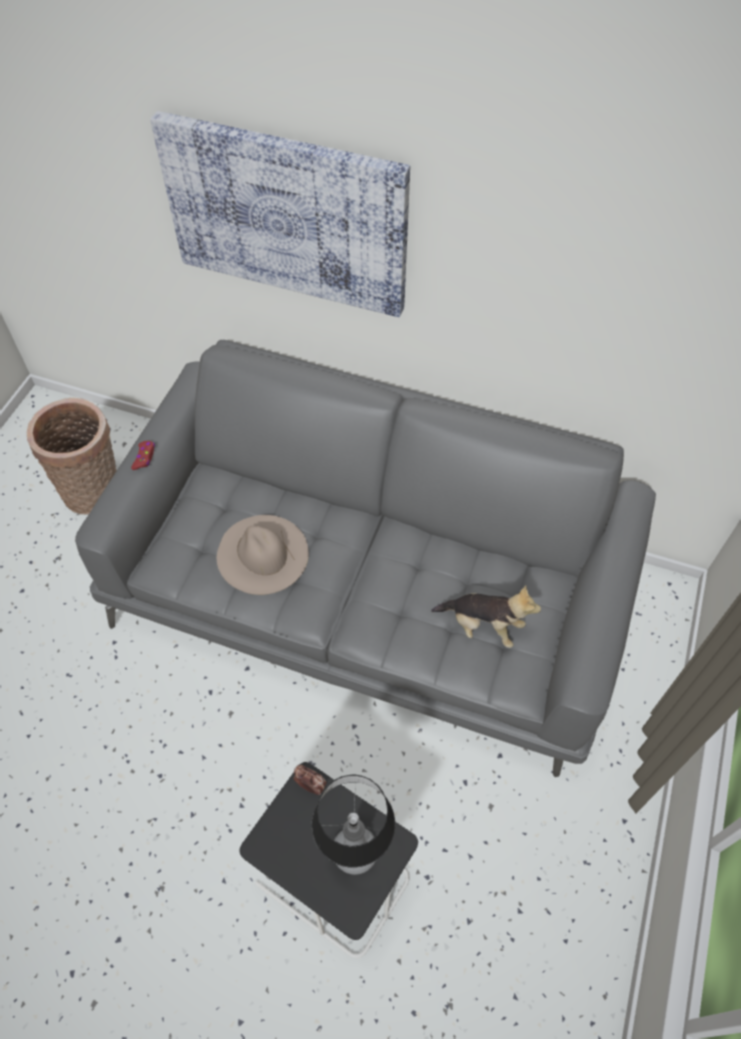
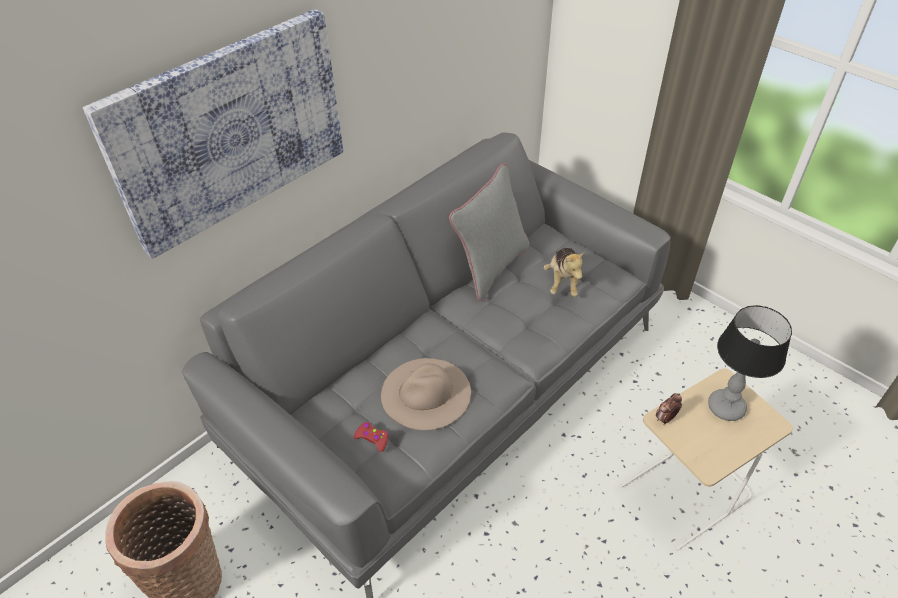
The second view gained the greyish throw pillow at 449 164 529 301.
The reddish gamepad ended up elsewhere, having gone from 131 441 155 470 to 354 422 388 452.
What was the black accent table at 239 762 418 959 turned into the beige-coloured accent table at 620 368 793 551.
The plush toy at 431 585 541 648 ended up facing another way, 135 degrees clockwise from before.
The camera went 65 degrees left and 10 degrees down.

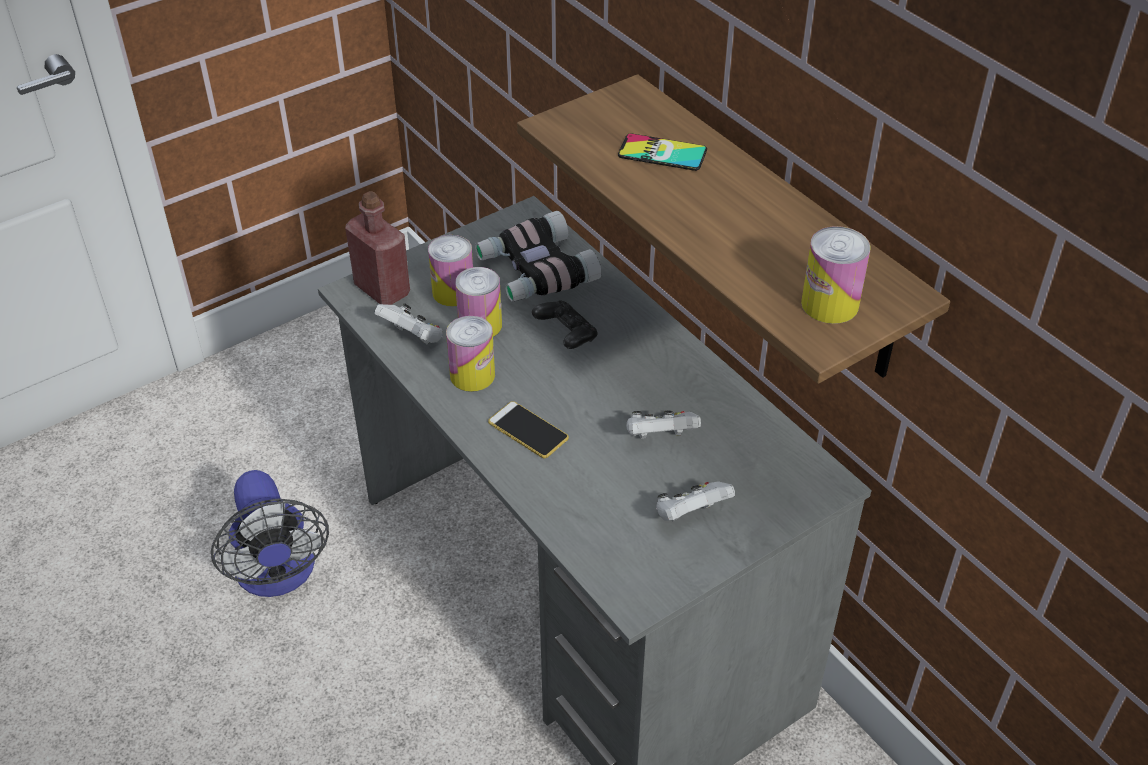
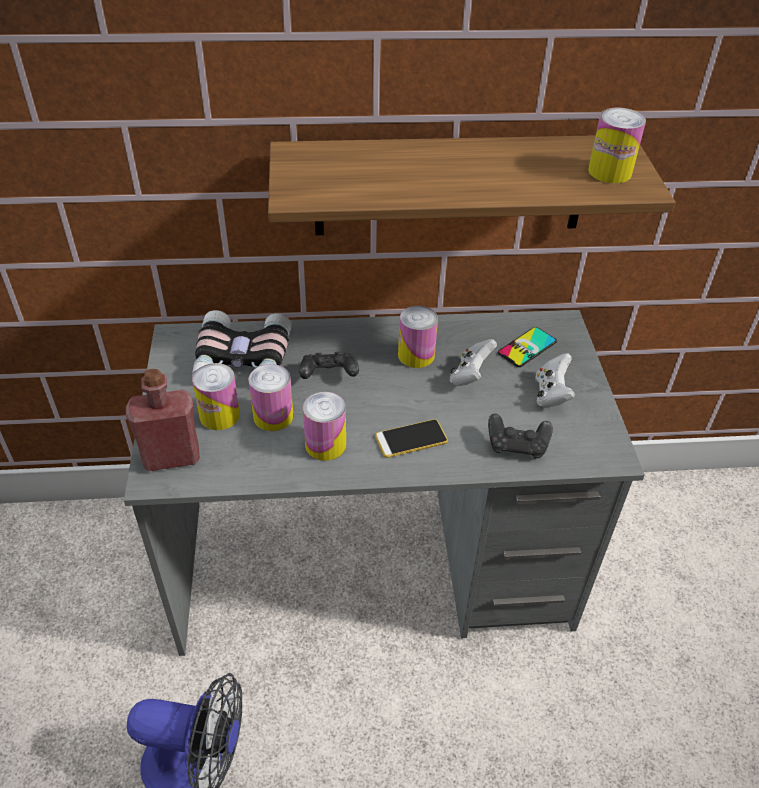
The second view lost the white-coloured gamepad at 375 304 443 344.
The second view gained the sealed can at 398 306 438 368.
The second view gained the black gamepad at 488 413 553 458.
The phone ended up elsewhere, having gone from 618 133 707 171 to 498 327 557 367.
The camera went 60 degrees left and 0 degrees up.

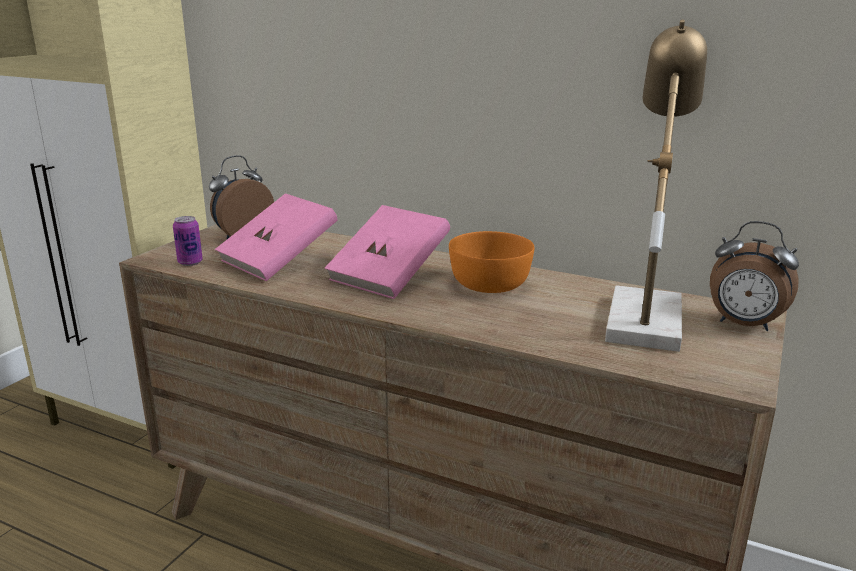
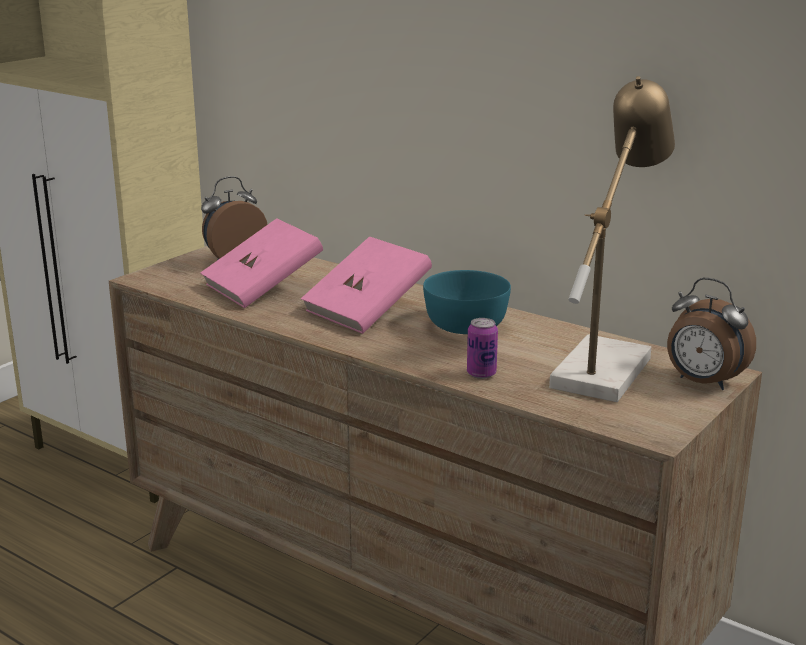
The sealed can ended up elsewhere, having gone from 173 216 203 266 to 467 318 498 379.
What was the orange serving bowl at 449 231 535 293 turned into the turquoise-coloured serving bowl at 423 270 511 334.
The camera went 10 degrees right and 0 degrees up.

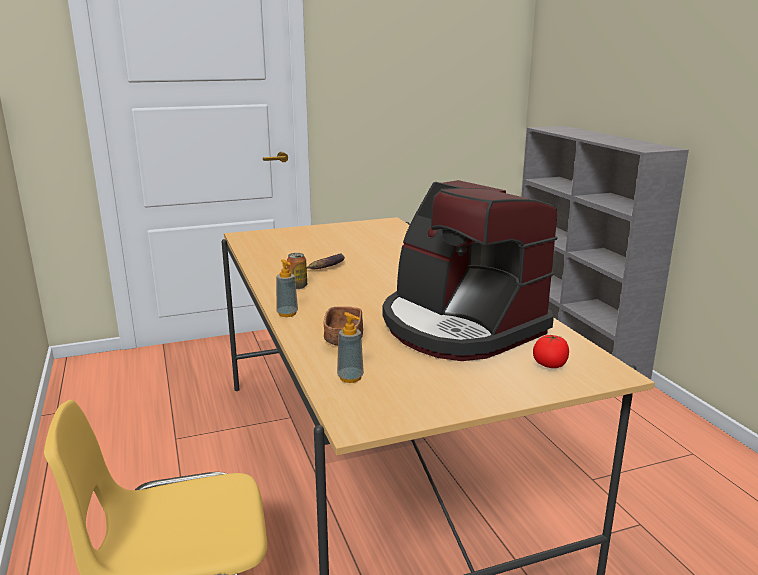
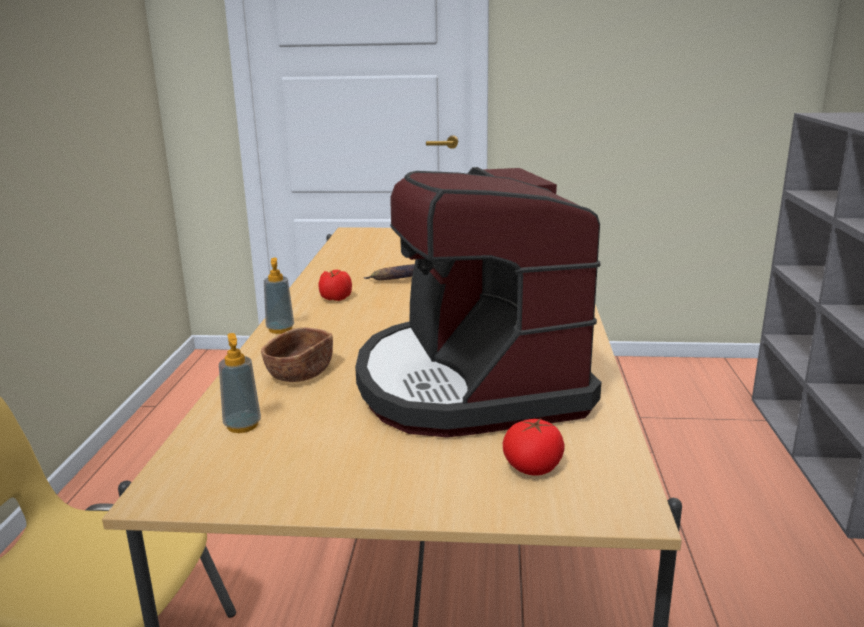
Where the sealed can stood at 287 253 307 289, the tomato came to stand at 319 270 352 301.
The camera went 25 degrees right and 0 degrees up.

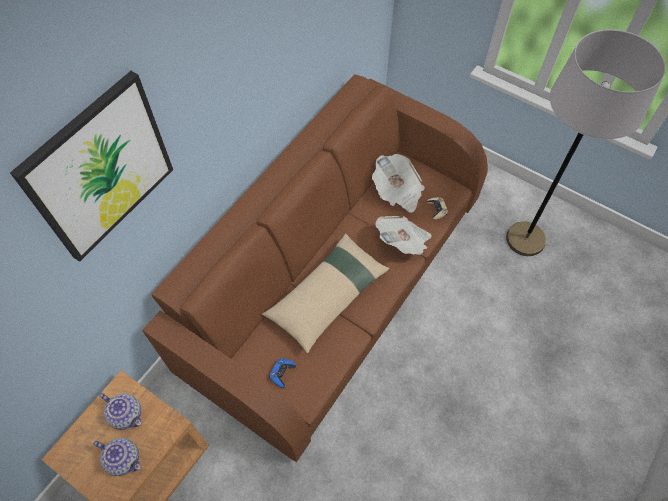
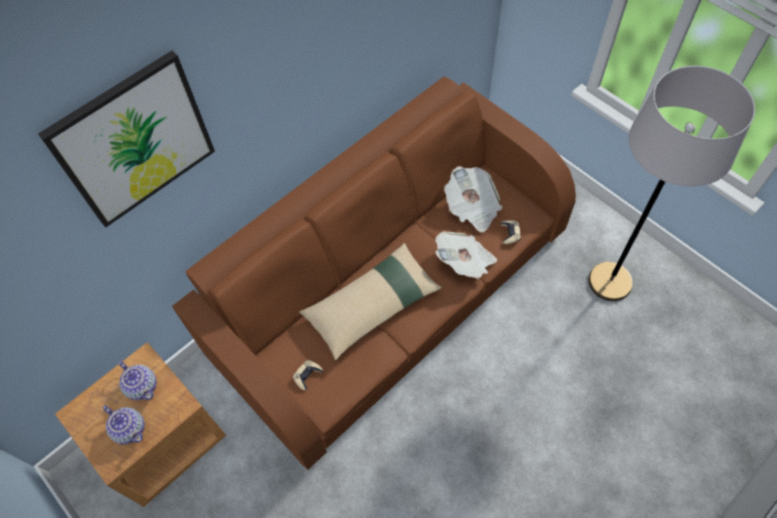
What was the bluish gamepad at 269 358 296 388 turned into the beige-coloured gamepad at 293 360 323 391.
The camera went 15 degrees right and 0 degrees up.

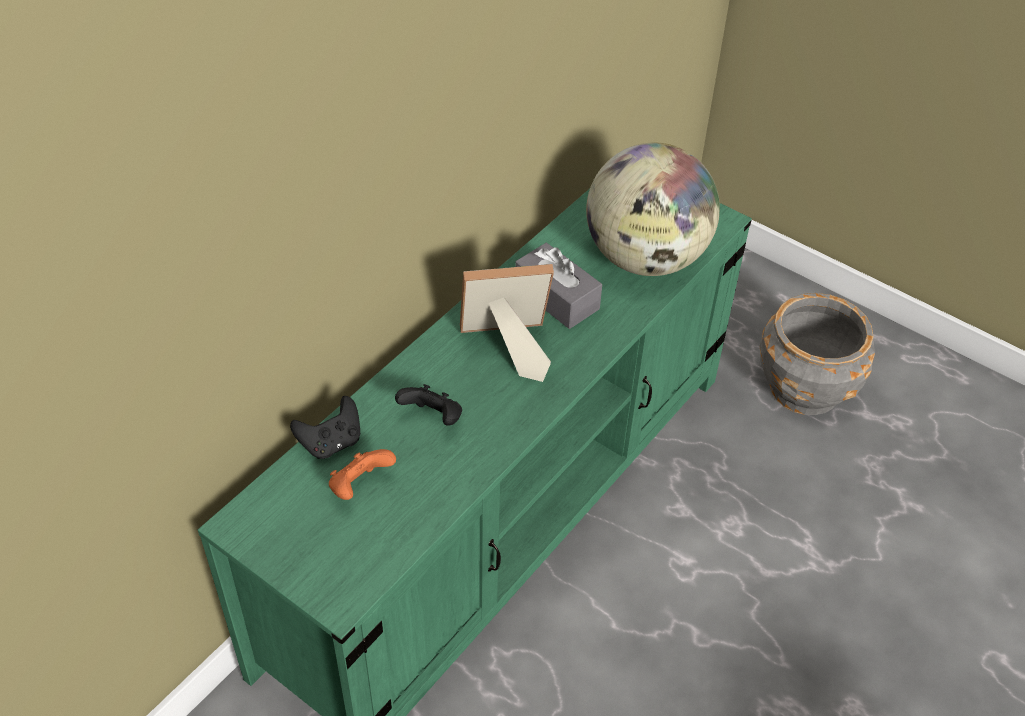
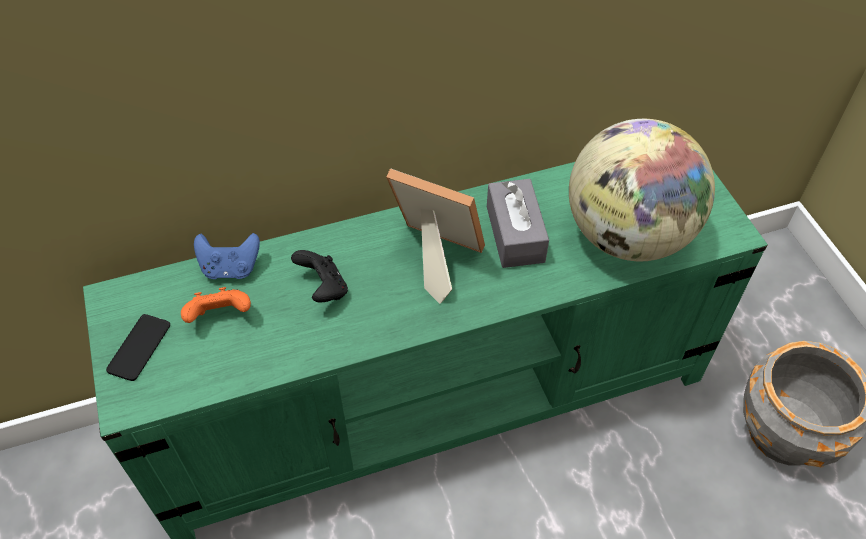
The second view gained the phone at 106 314 170 381.
What was the black gamepad at 290 396 360 459 turned into the bluish gamepad at 194 233 260 279.
The camera went 35 degrees right and 5 degrees up.

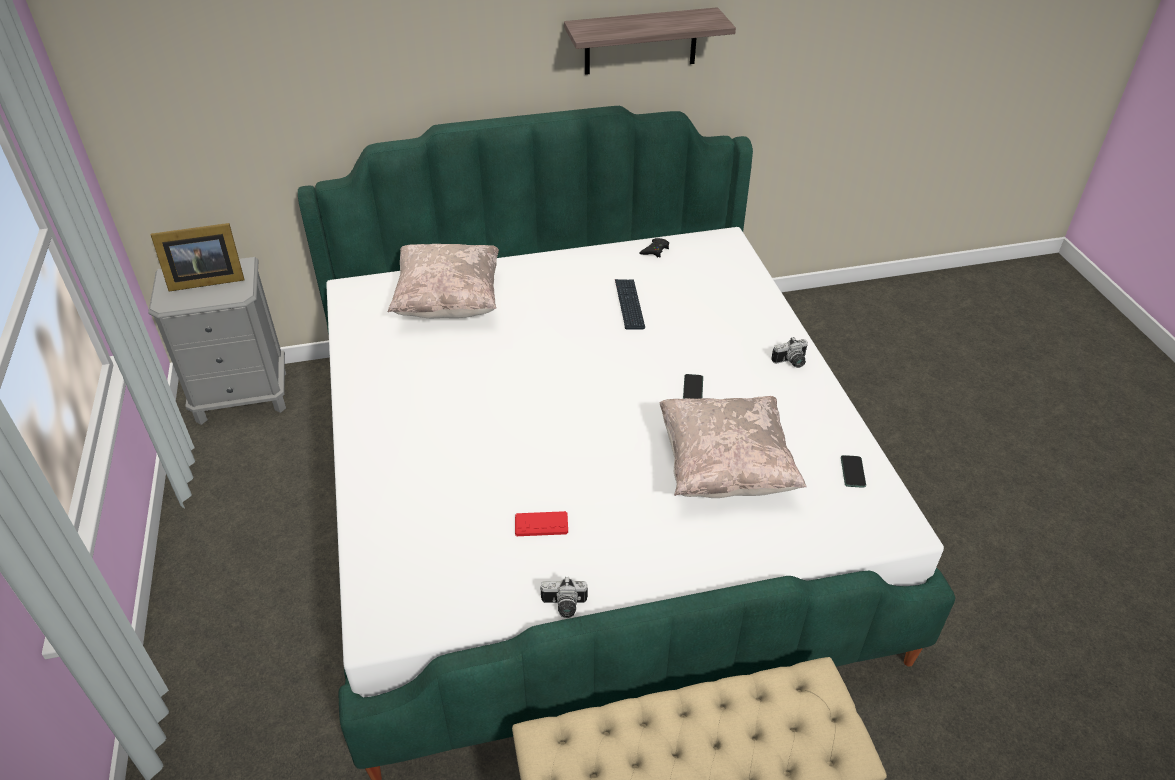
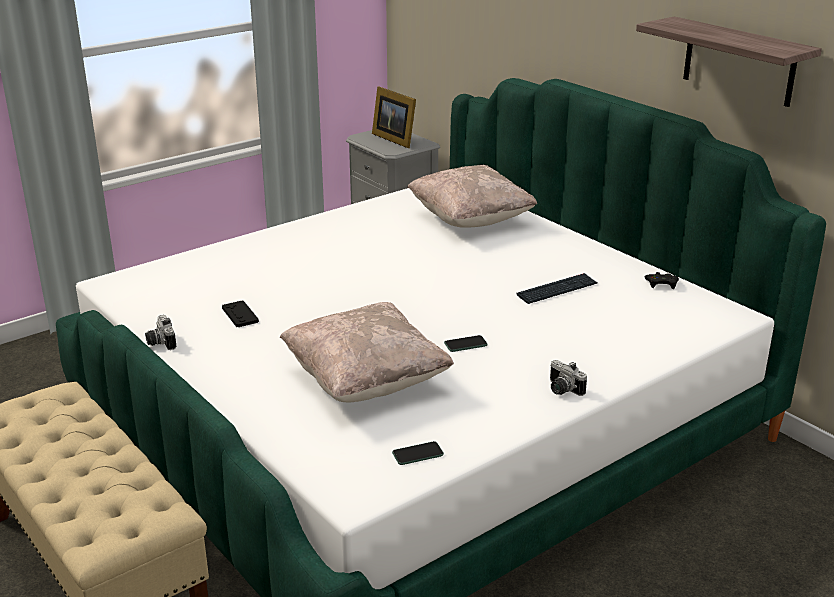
What was the reddish gamepad at 515 511 568 536 turned into the black gamepad at 222 301 259 327.
The camera went 65 degrees right and 15 degrees down.

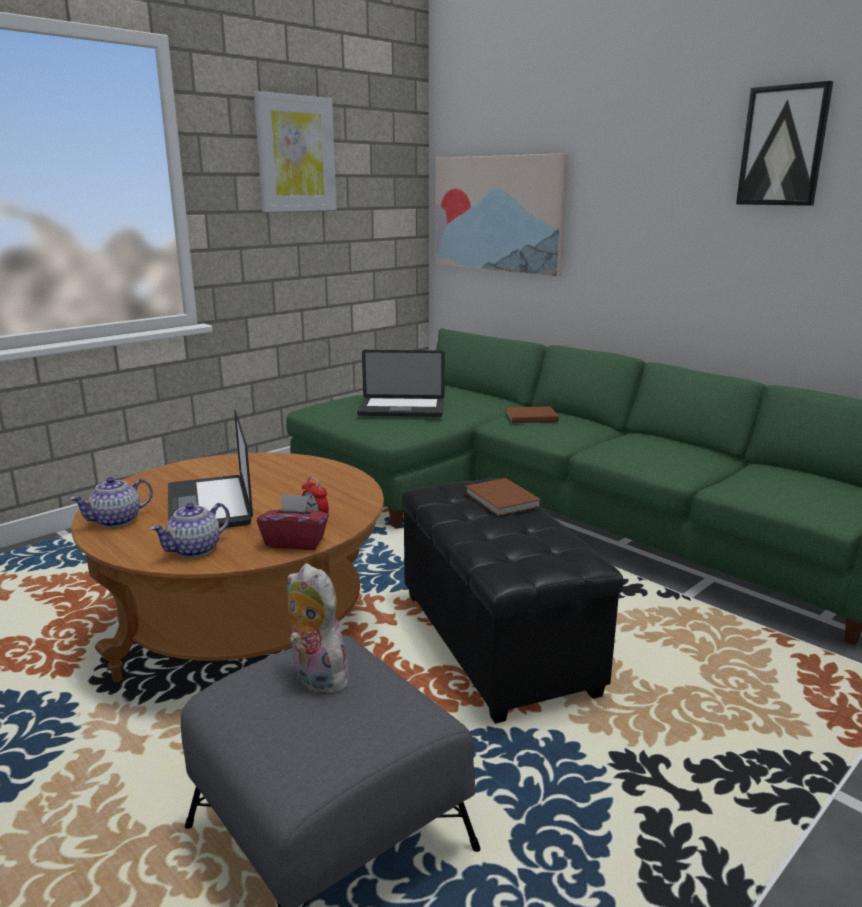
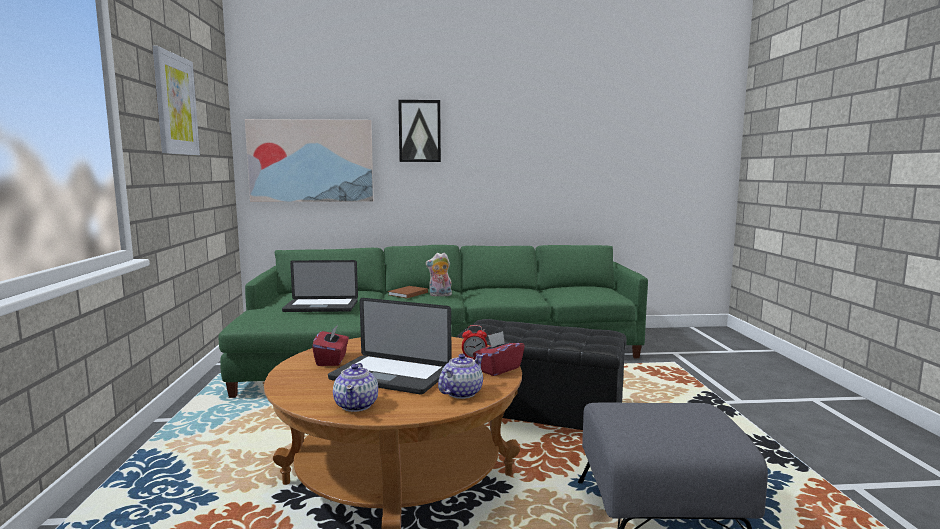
The second view lost the brownish book at 465 478 541 516.
The second view gained the reddish box of tissues at 312 325 349 366.
The plush toy ended up elsewhere, having gone from 287 564 355 695 to 425 253 452 296.
The wall picture ended up elsewhere, having gone from 736 81 833 206 to 398 100 441 162.
The pot for tea at 150 503 230 558 ended up facing another way, 135 degrees counterclockwise from before.
The portable computer at 357 350 445 417 ended up facing another way, 45 degrees clockwise from before.
The camera went 50 degrees left and 10 degrees down.

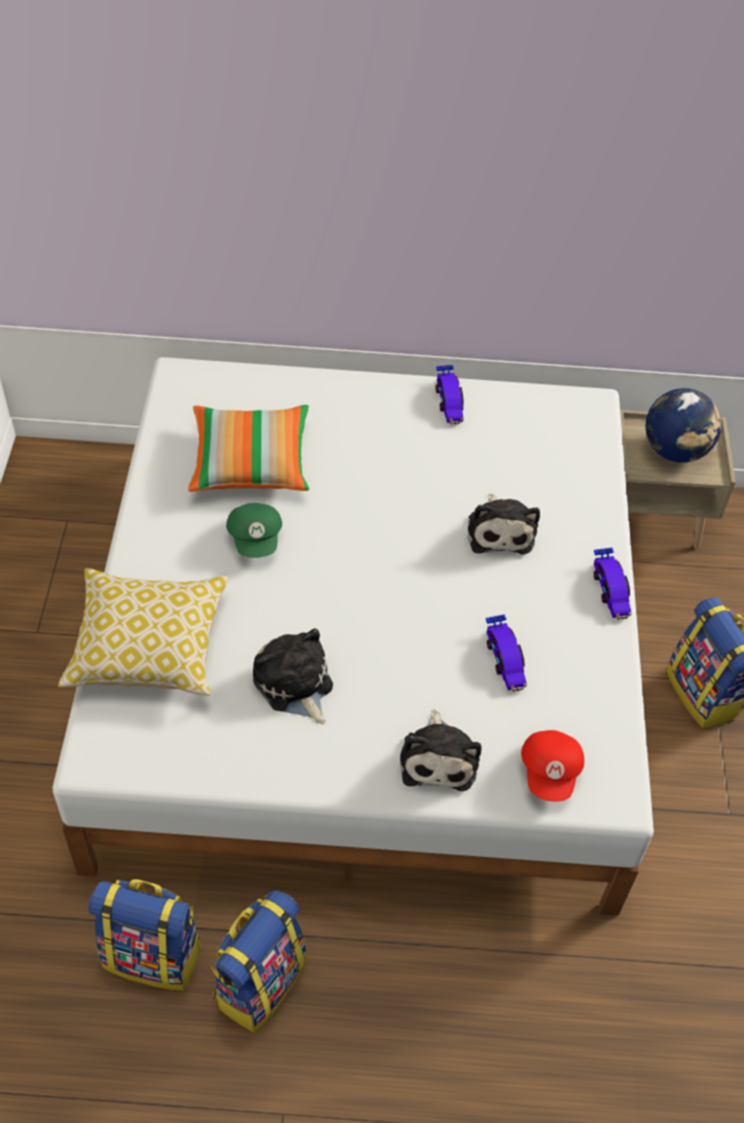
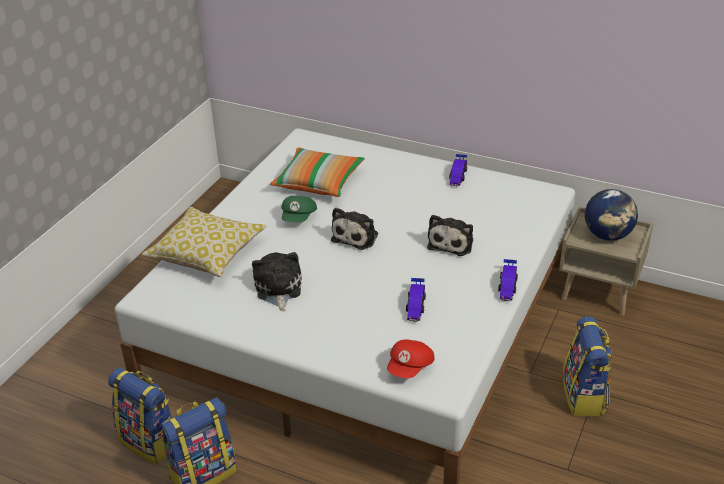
The plush toy ended up elsewhere, having gone from 400 709 481 791 to 331 207 378 250.
The camera went 25 degrees right and 15 degrees down.

